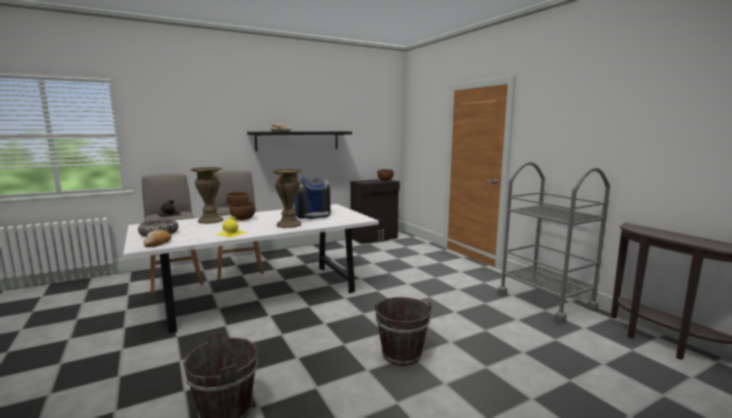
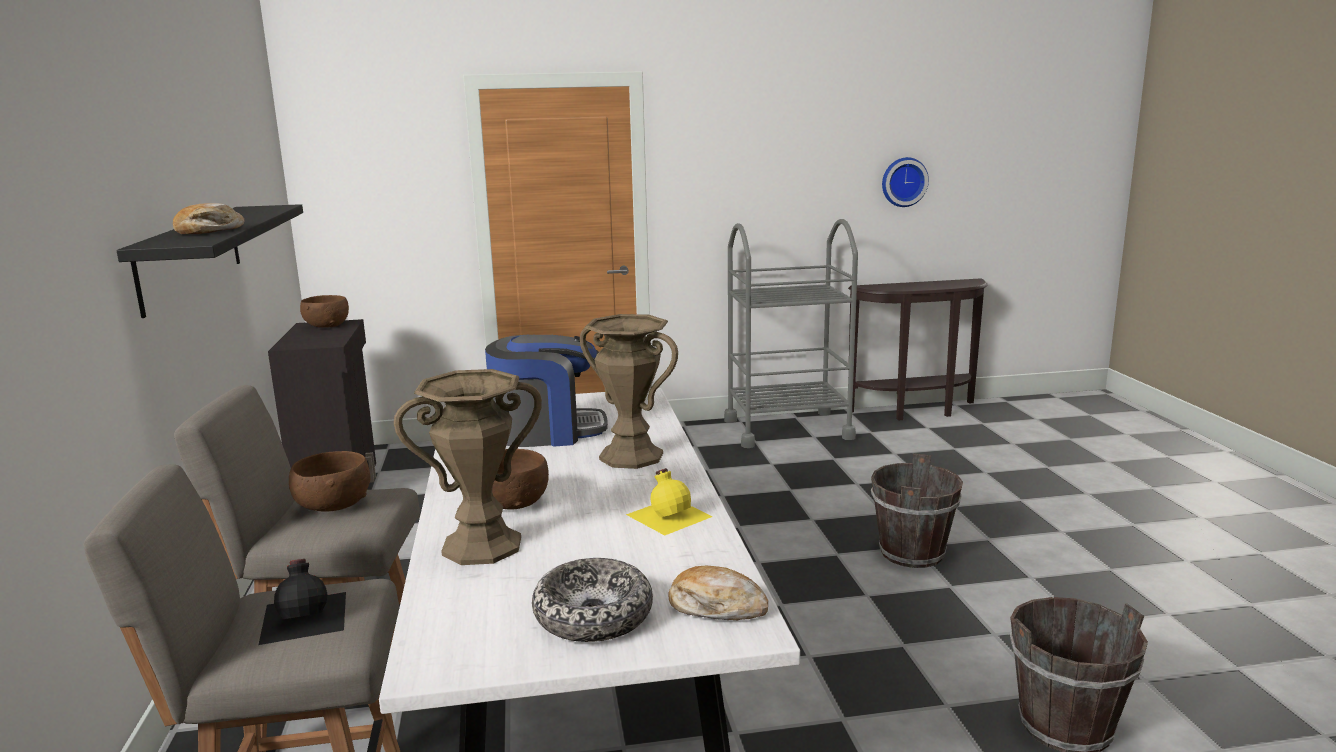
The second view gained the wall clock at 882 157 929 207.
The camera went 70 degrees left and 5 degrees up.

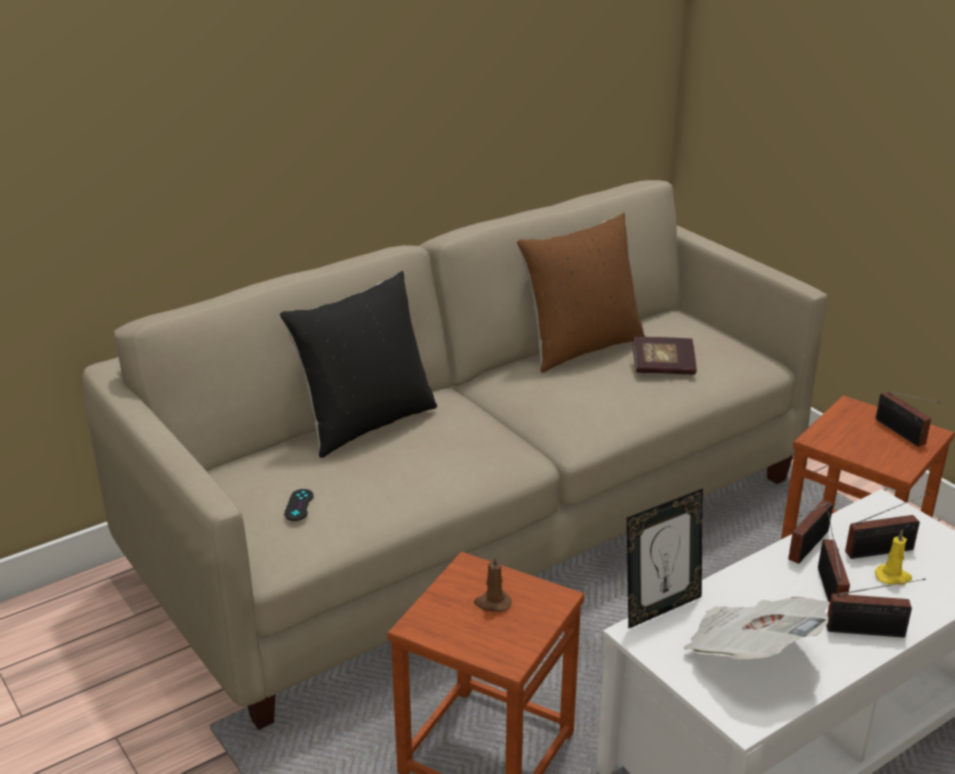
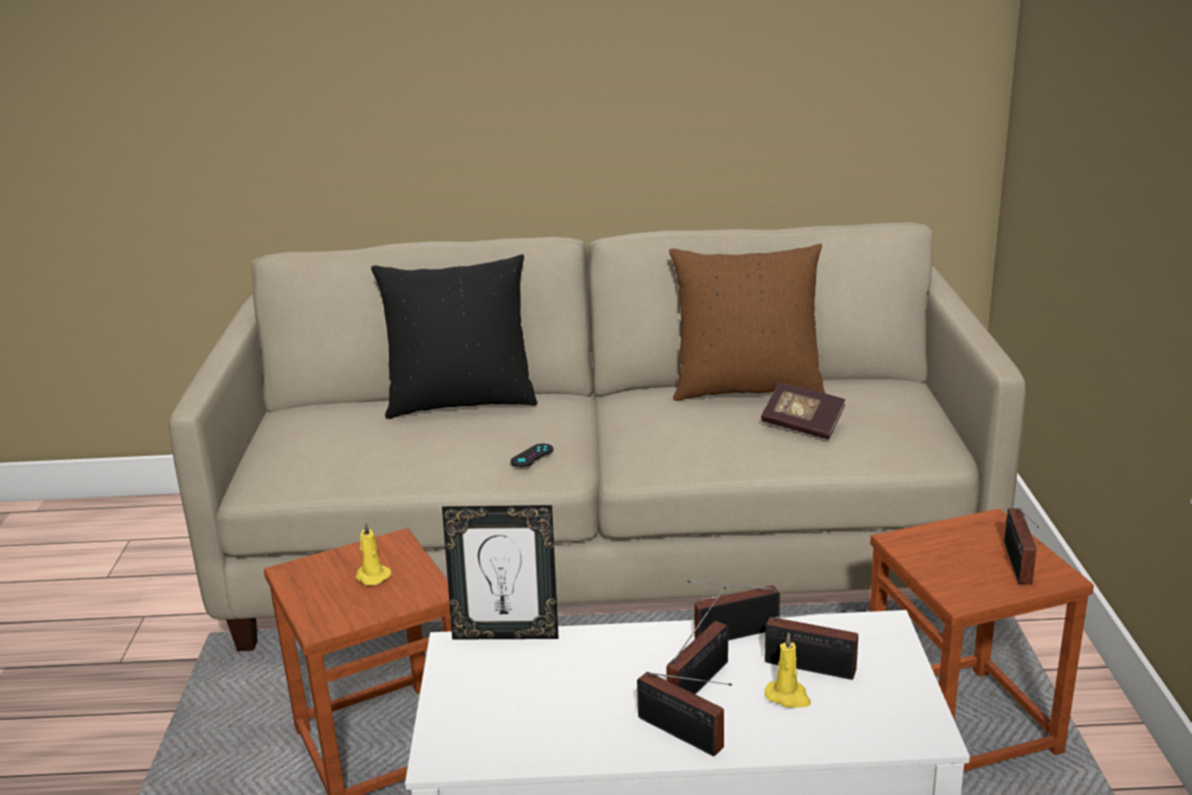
The second view lost the newspaper at 683 596 830 659.
The black gamepad ended up elsewhere, having gone from 284 489 314 521 to 510 444 553 467.
What was the brownish wax candle at 474 555 512 612 turned into the yellow-coloured wax candle at 355 521 391 585.
The camera went 35 degrees right and 5 degrees down.

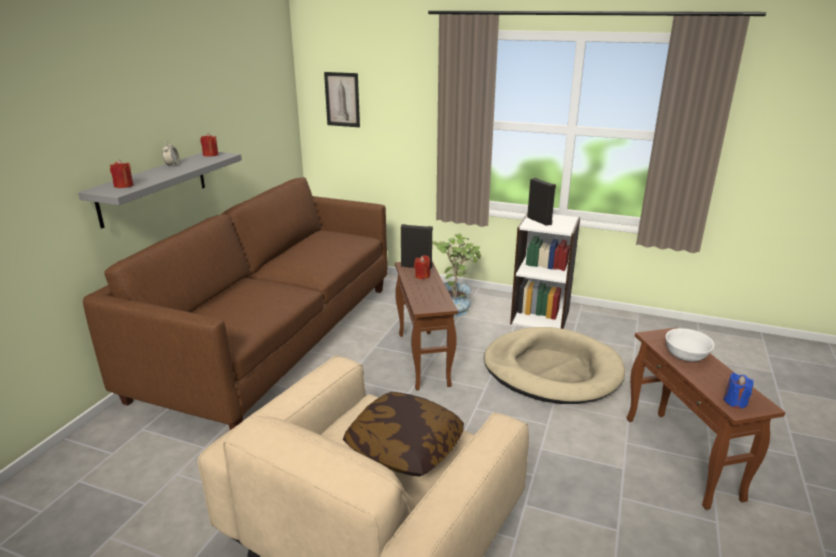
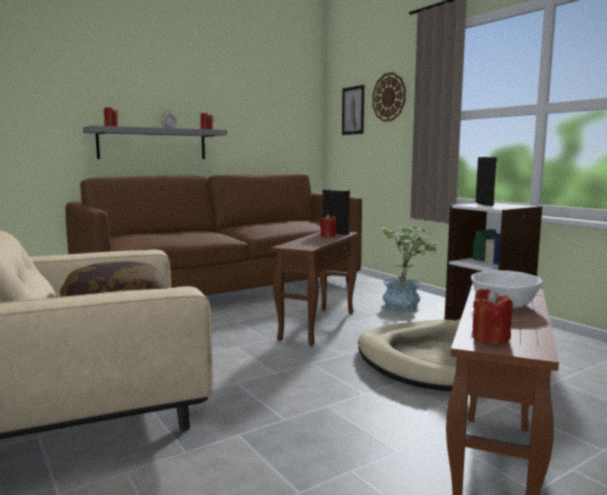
The second view gained the wall clock at 372 72 406 122.
What was the bluish wax candle at 724 373 754 409 turned into the reddish wax candle at 472 288 513 345.
The camera went 35 degrees right and 15 degrees down.

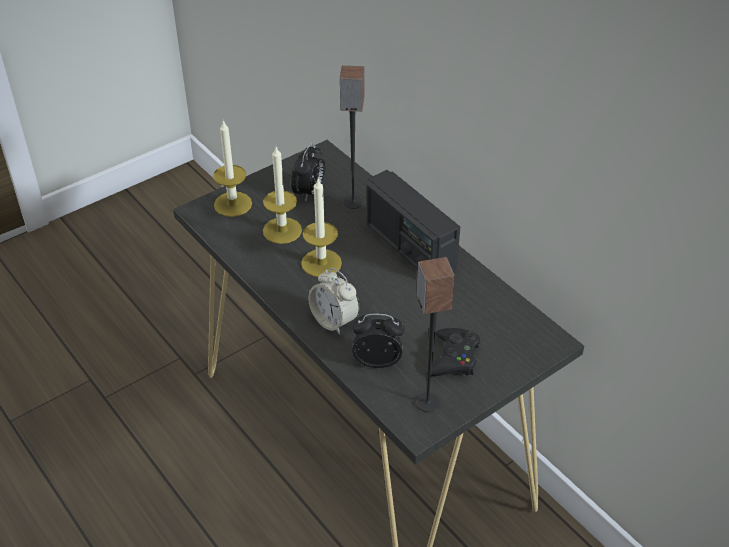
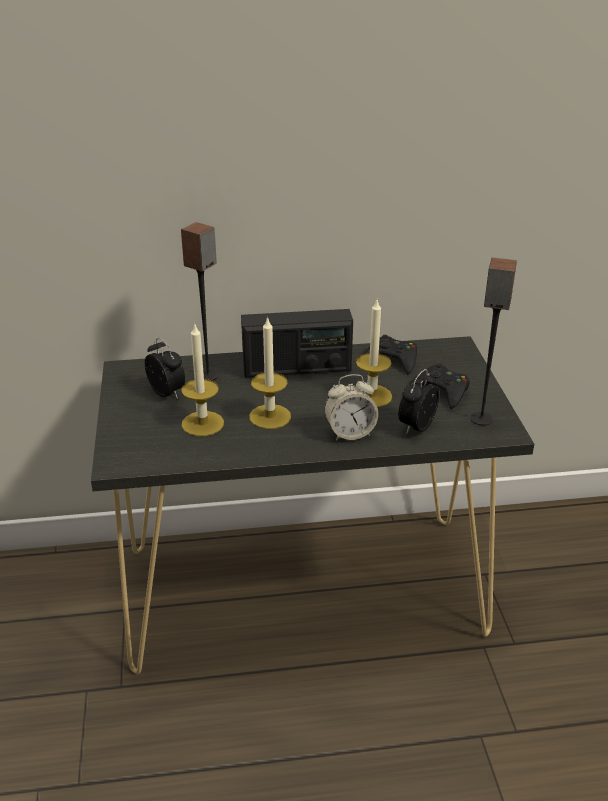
The second view gained the black gamepad at 363 335 417 374.
The wax candle ended up elsewhere, having gone from 213 120 252 217 to 356 300 392 407.
The camera went 60 degrees left and 10 degrees down.

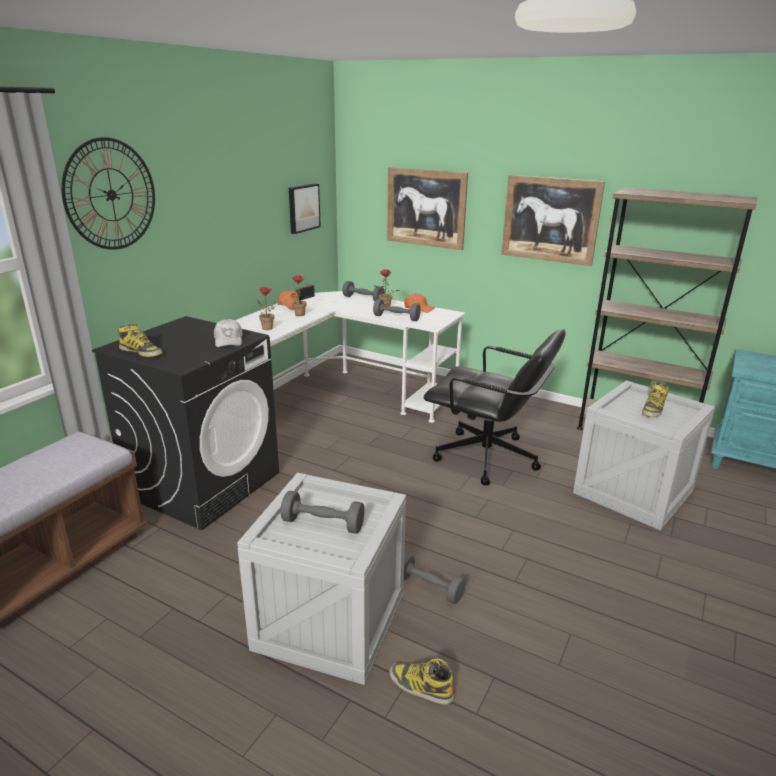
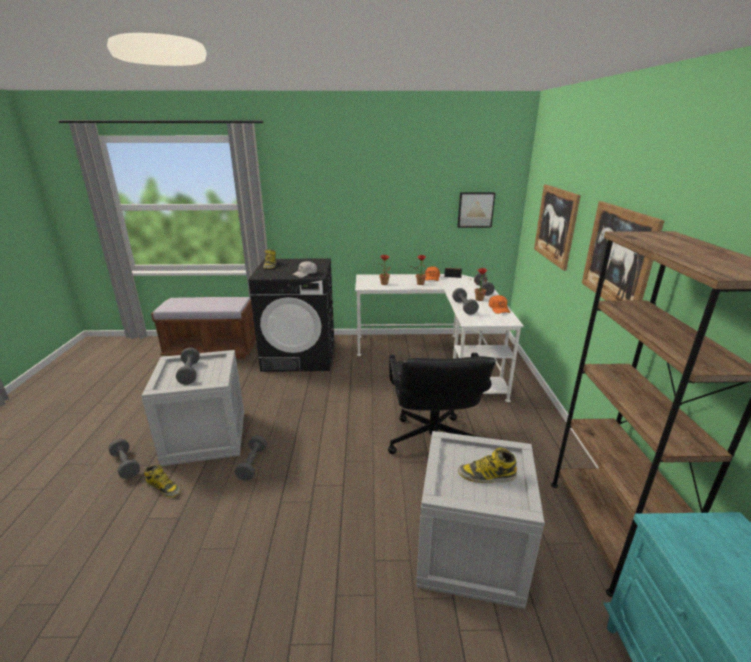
The second view lost the wall clock at 62 137 155 250.
The second view gained the greyish hand weight at 108 439 140 479.
The boot at 389 659 455 705 ended up facing another way, 120 degrees clockwise from before.
The camera went 60 degrees right and 0 degrees up.

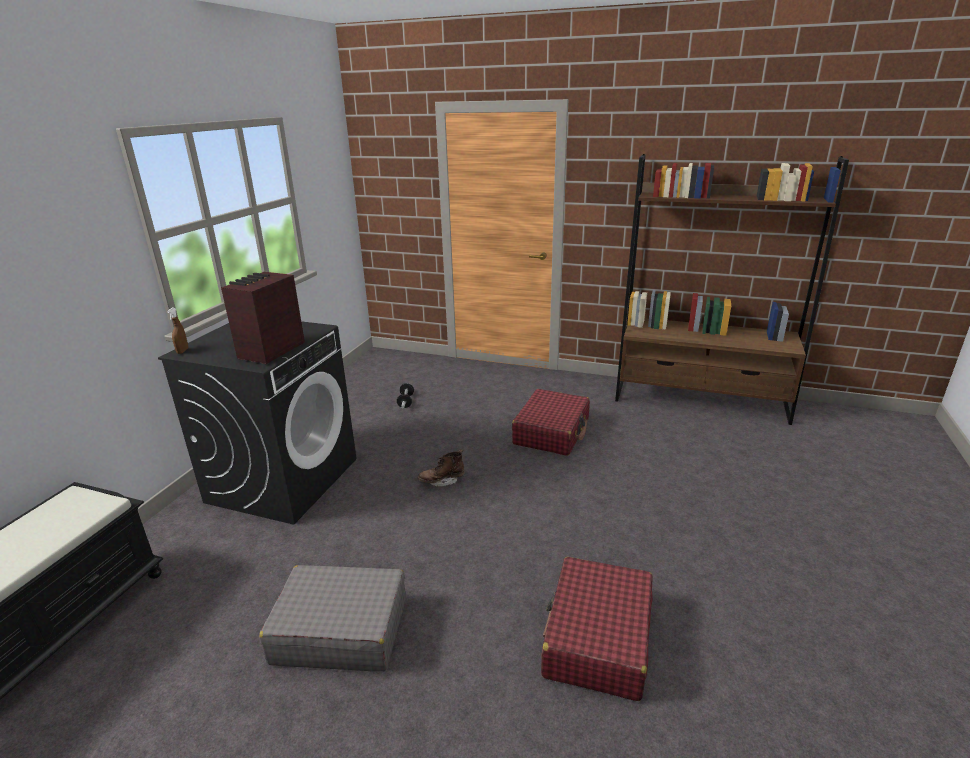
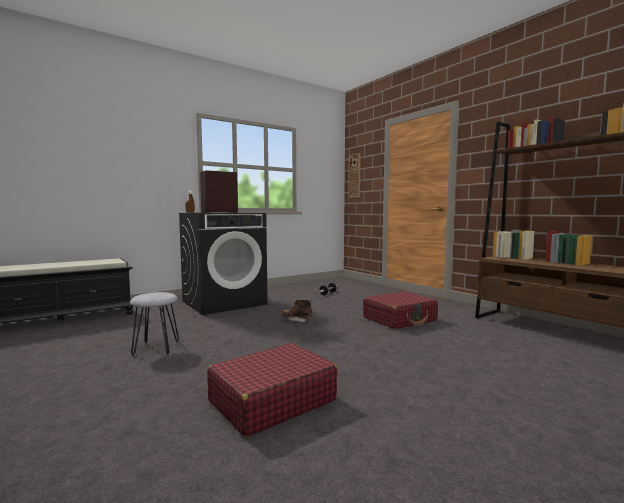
The second view gained the wall clock at 348 153 361 198.
Where the greyish travel case stood at 259 565 406 672, the greyish stool came to stand at 130 292 179 356.
The camera went 35 degrees right and 20 degrees down.

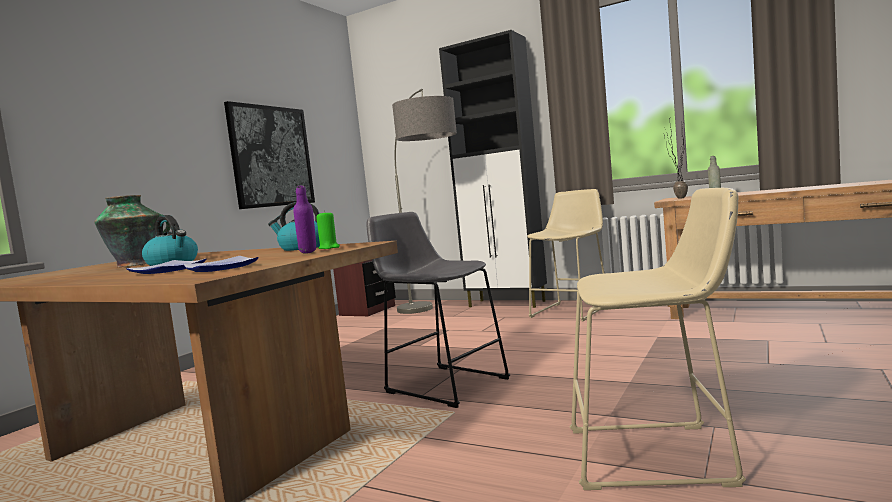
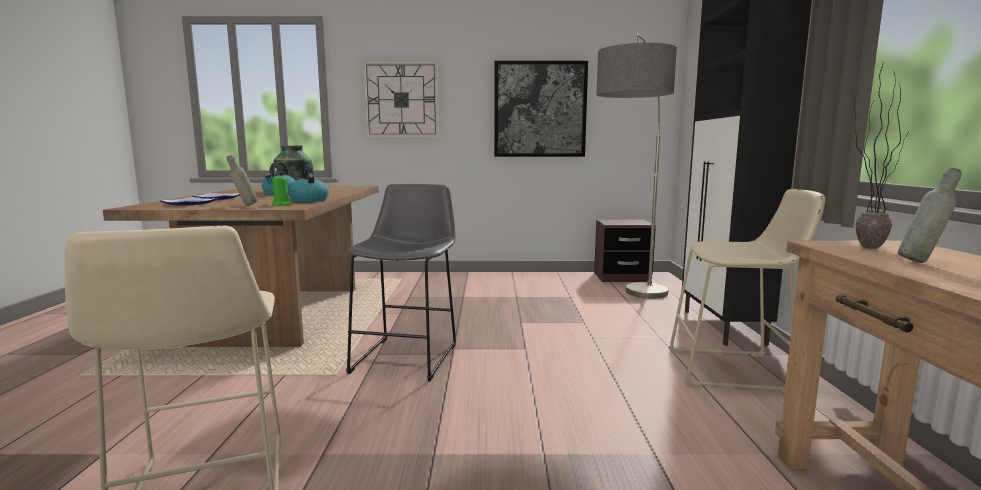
The second view gained the wall clock at 363 61 439 137.
What was the purple bottle at 293 185 316 254 turned into the greyish bottle at 226 155 258 206.
The camera went 60 degrees right and 5 degrees up.

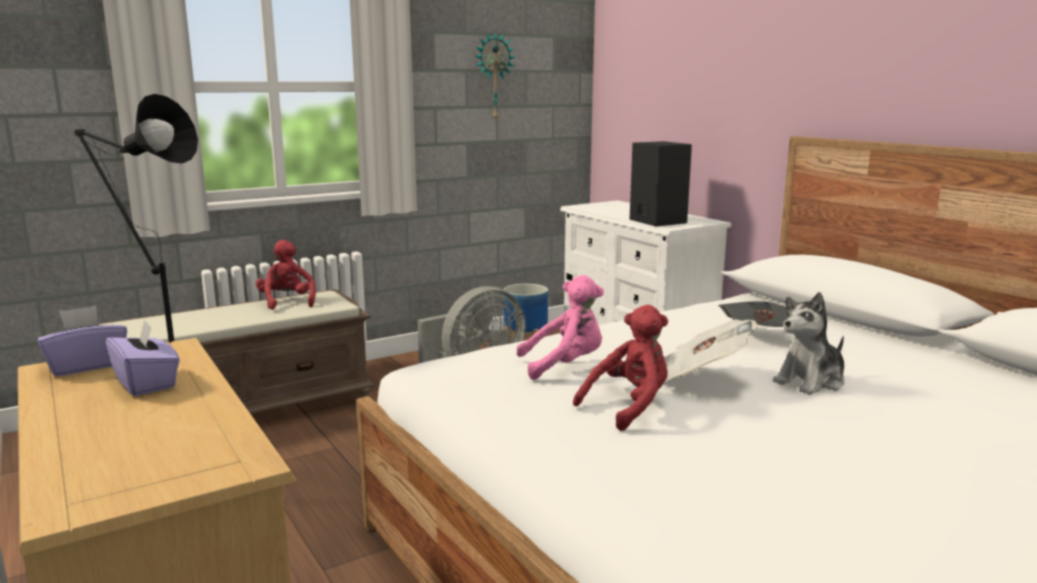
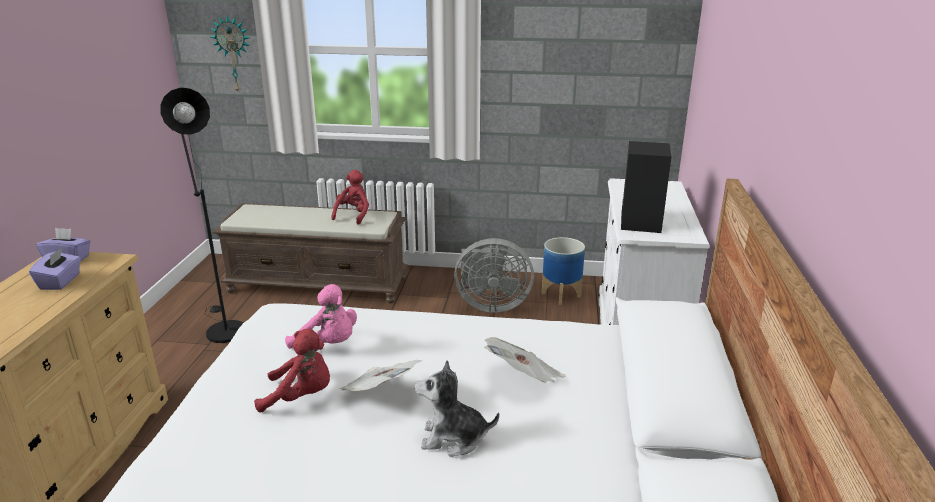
The wall clock ended up elsewhere, having gone from 474 31 516 120 to 210 15 250 92.
The camera went 40 degrees right and 10 degrees up.

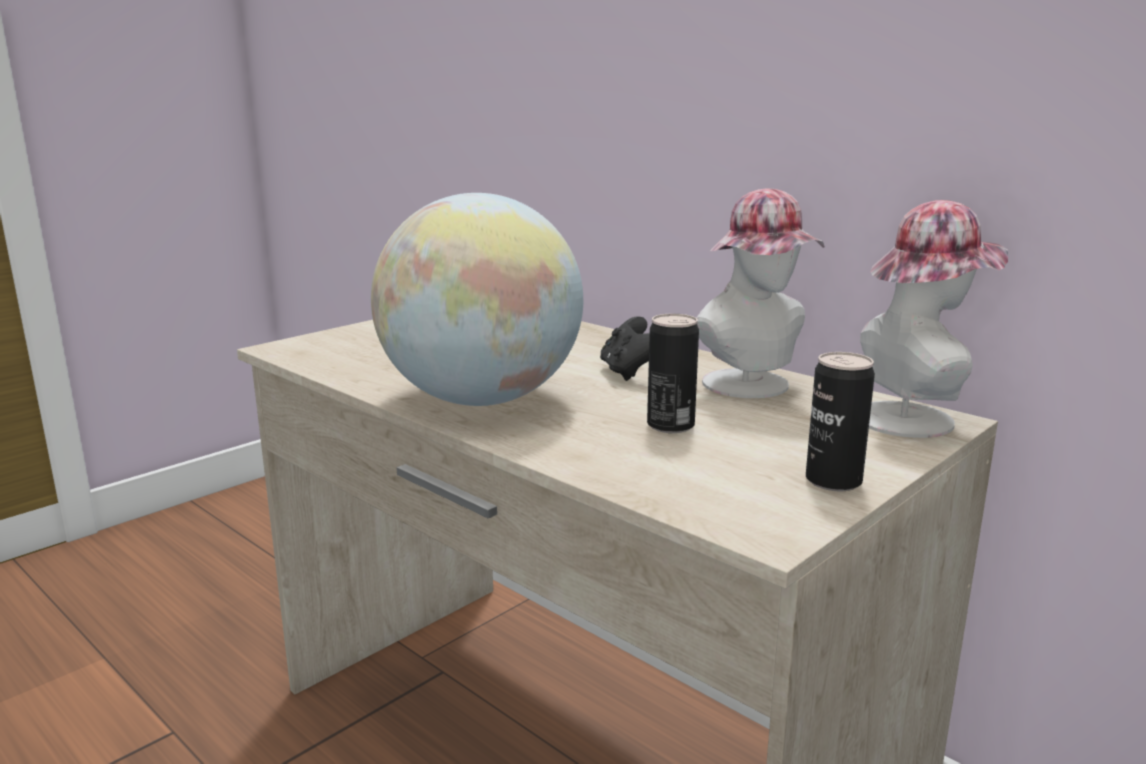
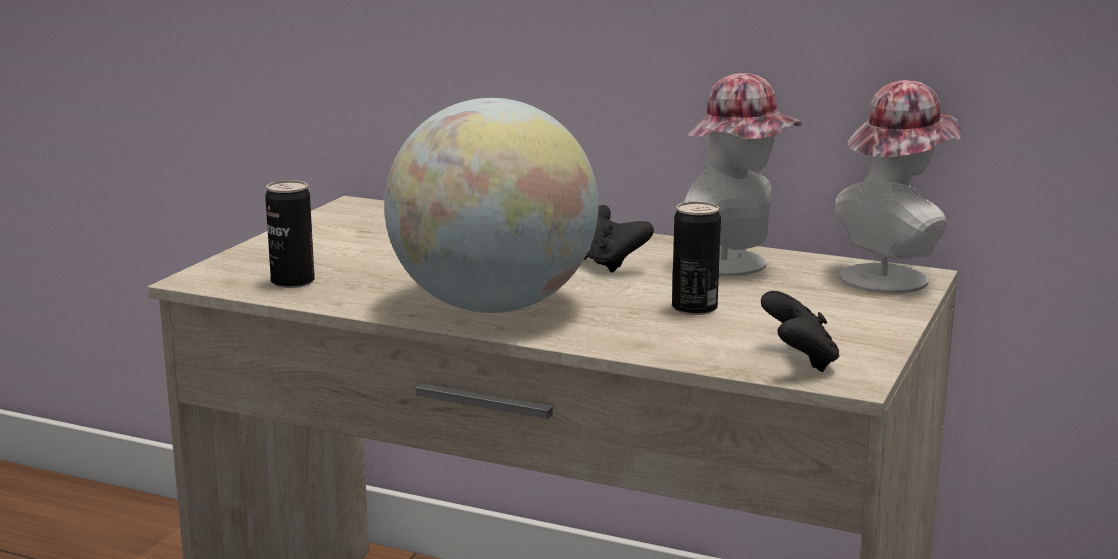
The second view gained the black gamepad at 761 291 839 372.
The sealed can ended up elsewhere, having gone from 806 352 875 491 to 265 180 315 288.
The camera went 20 degrees left and 0 degrees up.

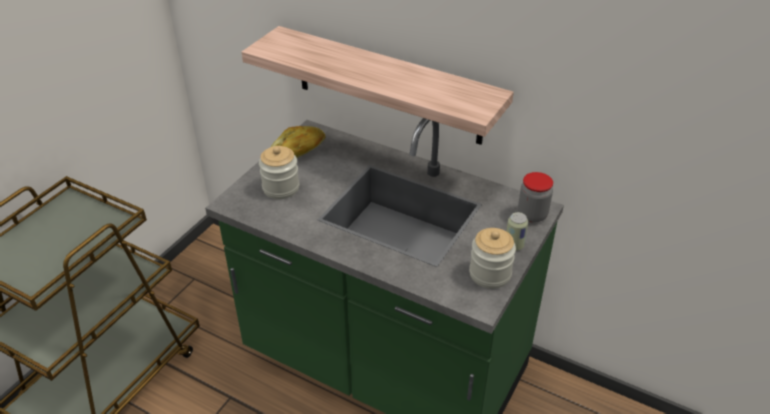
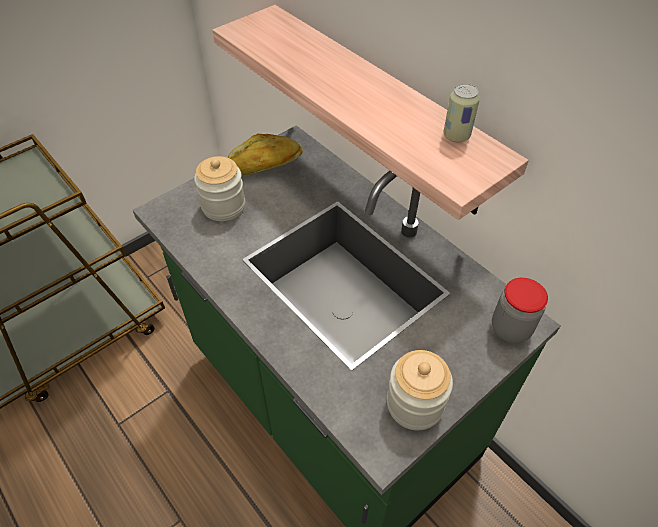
The sealed can ended up elsewhere, having gone from 506 212 528 251 to 443 84 480 142.
The camera went 20 degrees right and 10 degrees up.

